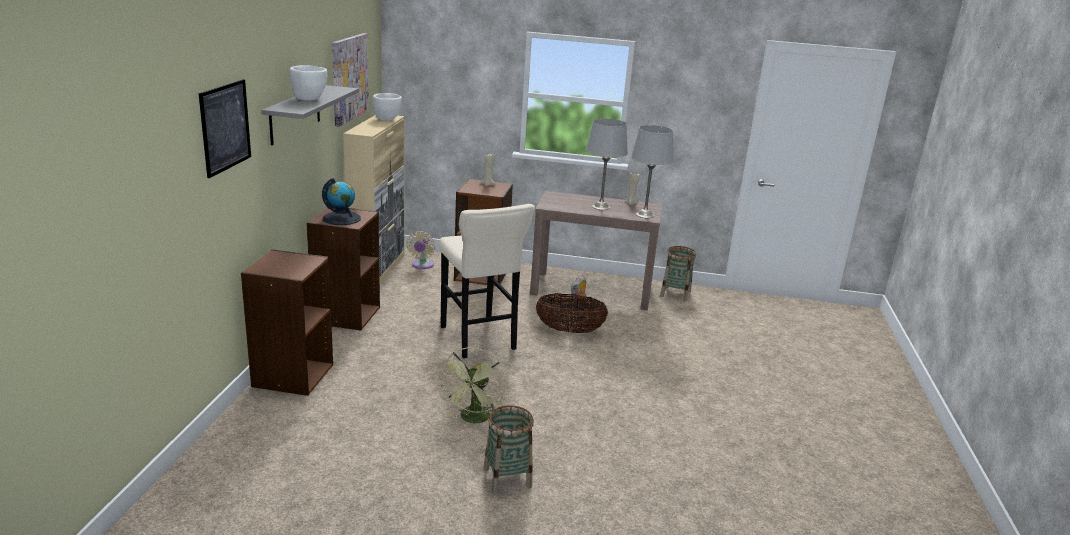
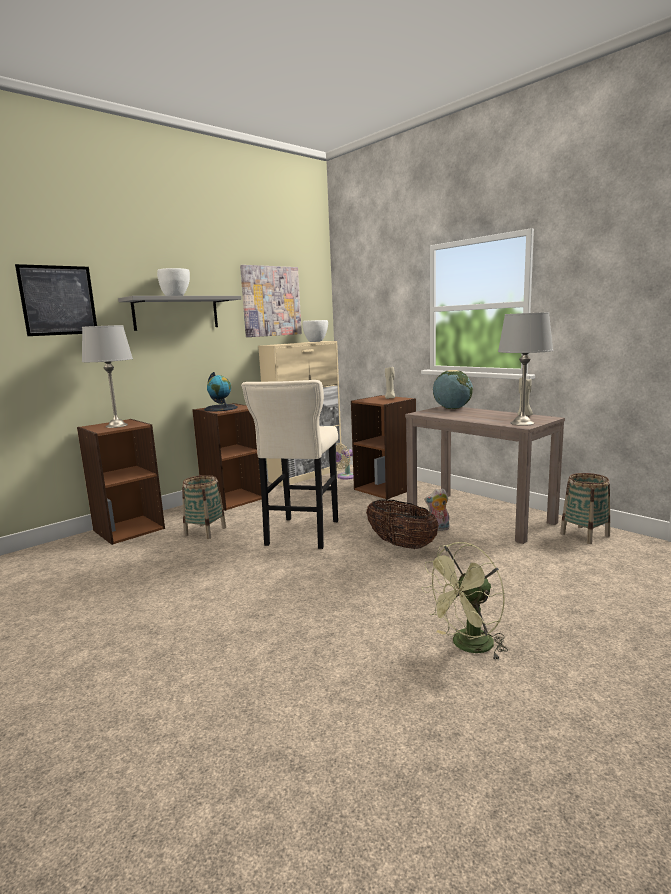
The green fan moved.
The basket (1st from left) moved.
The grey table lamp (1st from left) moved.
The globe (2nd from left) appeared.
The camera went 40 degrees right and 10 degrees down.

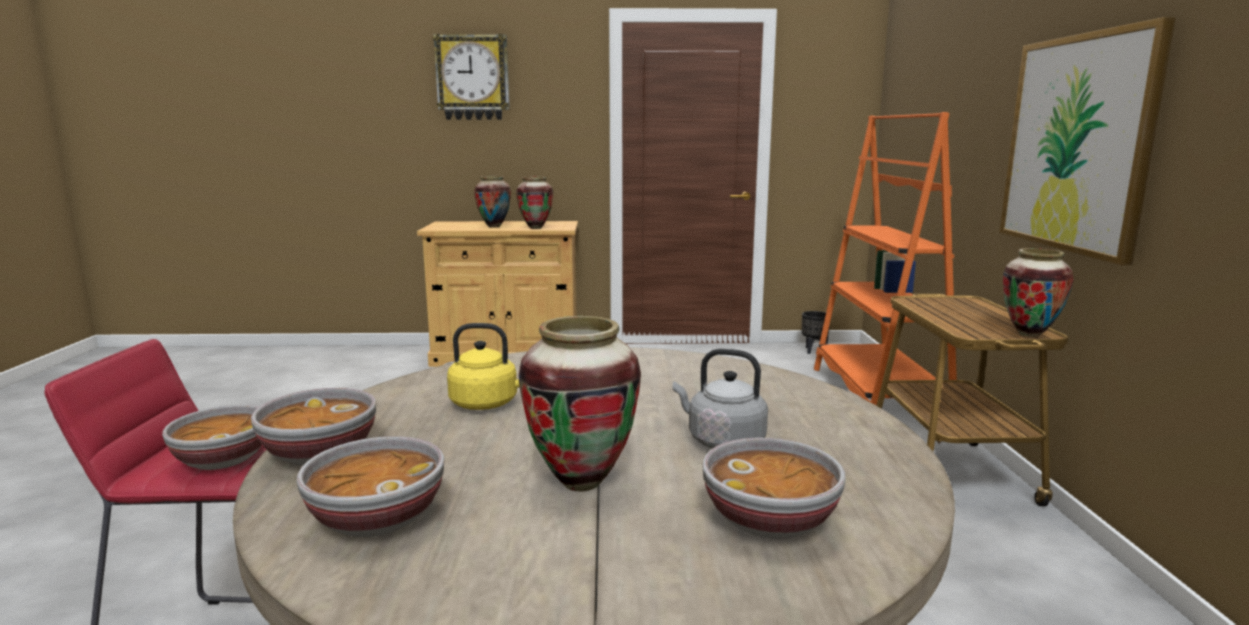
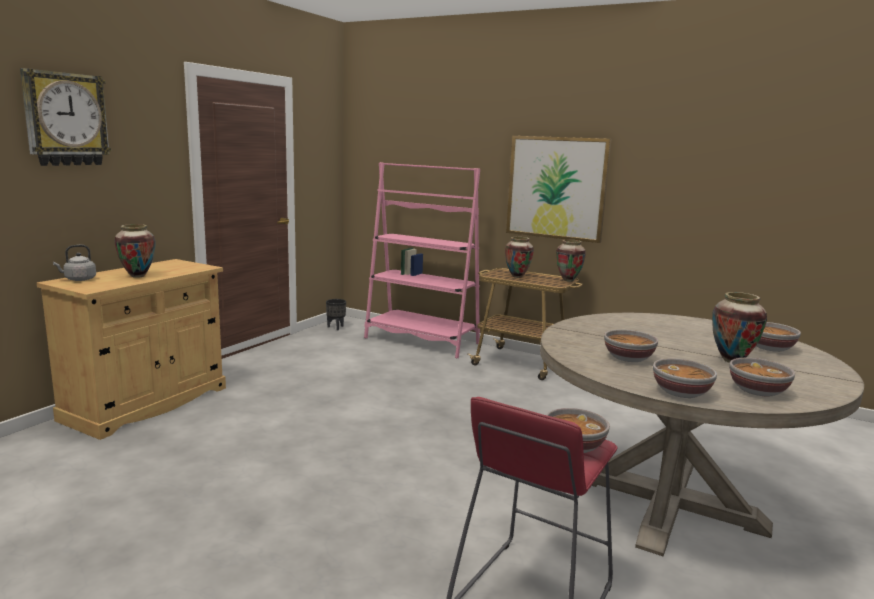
The yellow kettle was replaced by the bowl (2nd from left).
The vase (2nd from left) moved.
The grey kettle moved.
The orange bookcase became the pink bookcase.
The camera went 60 degrees left and 0 degrees up.

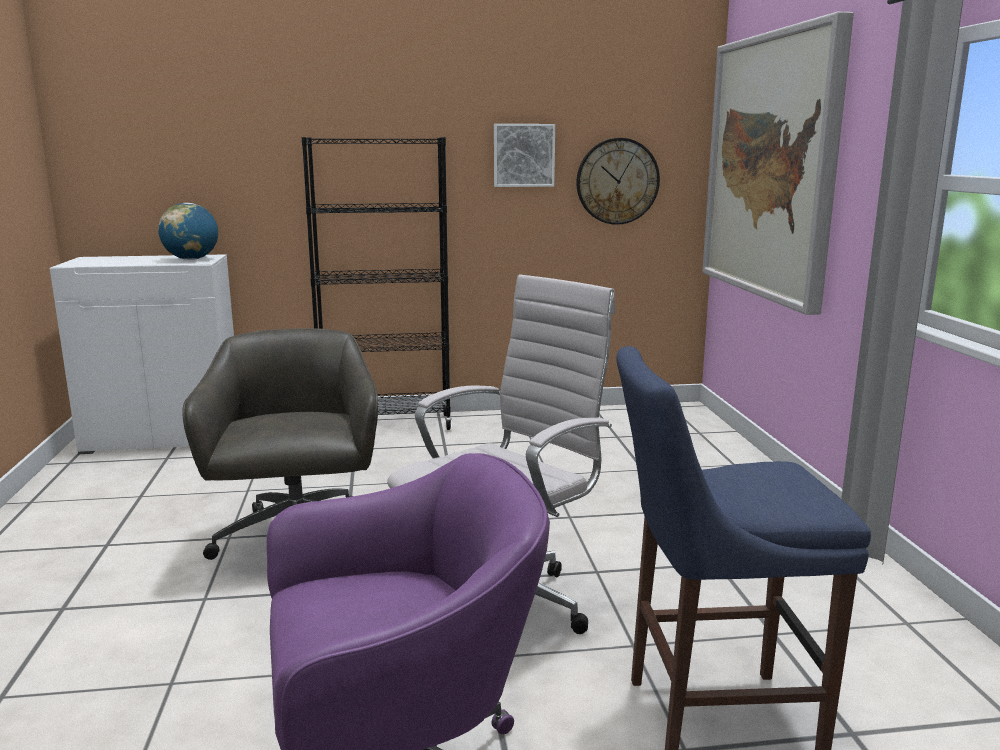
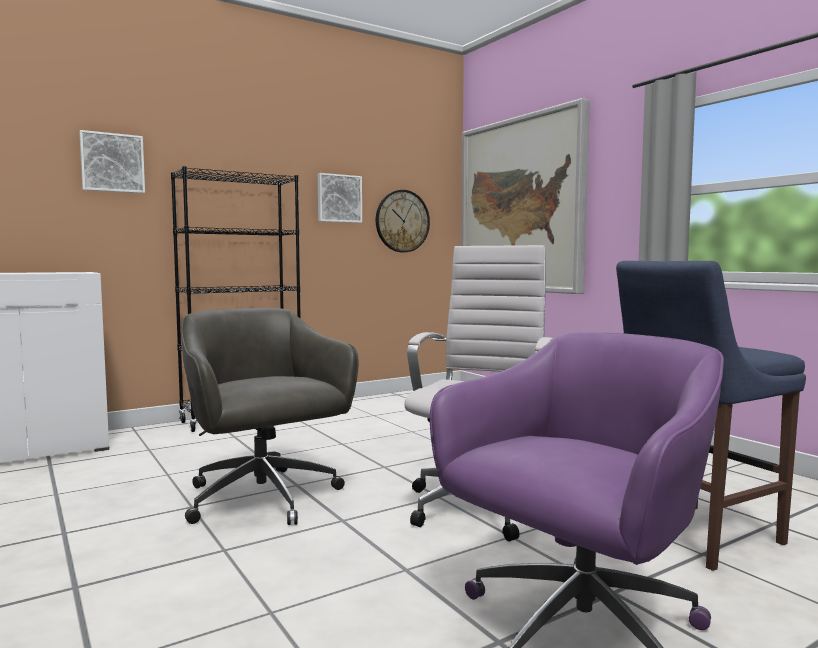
The globe disappeared.
The picture (1st from left) appeared.
The camera went 25 degrees left and 10 degrees down.

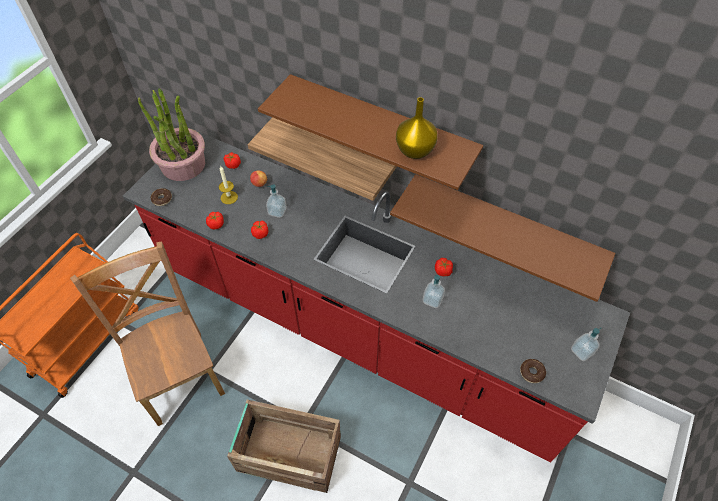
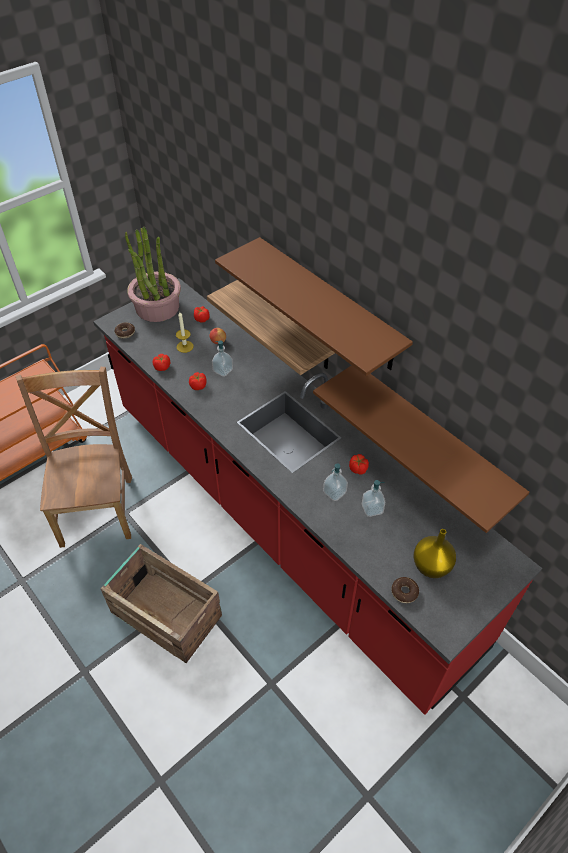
The yellow vase moved.
The soap dispenser (3rd from left) moved.
The camera went 20 degrees right and 5 degrees down.

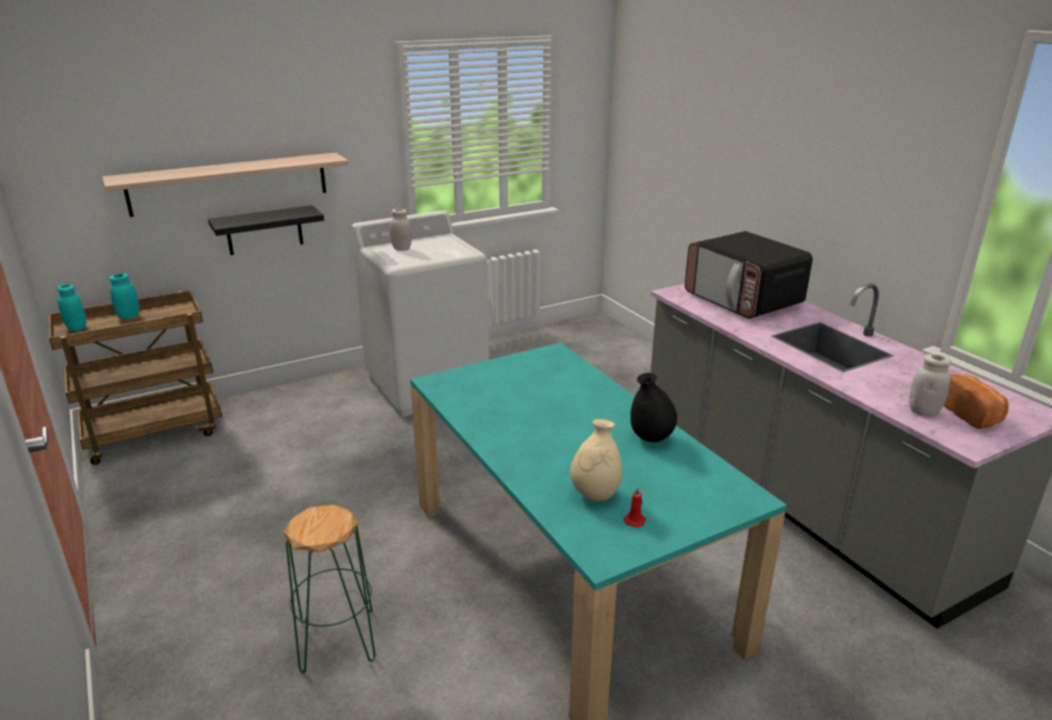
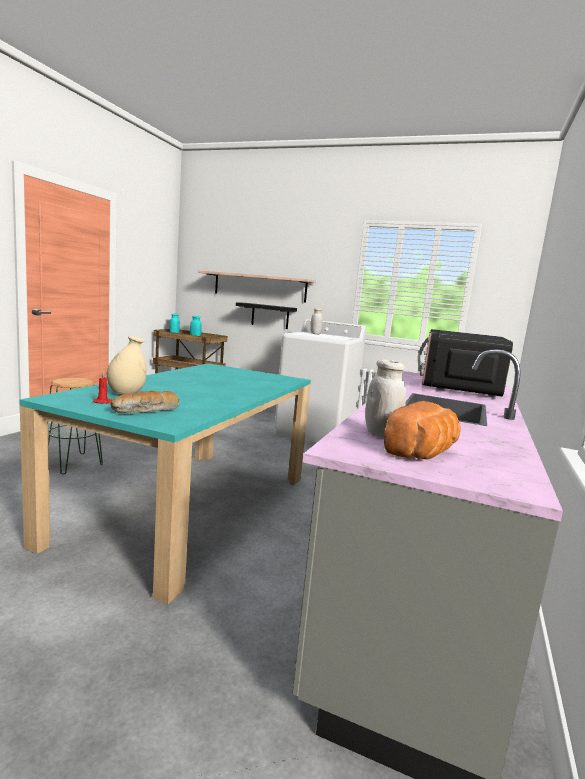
The black vase disappeared.
The bread (1st from left) appeared.
The camera went 50 degrees right and 15 degrees down.

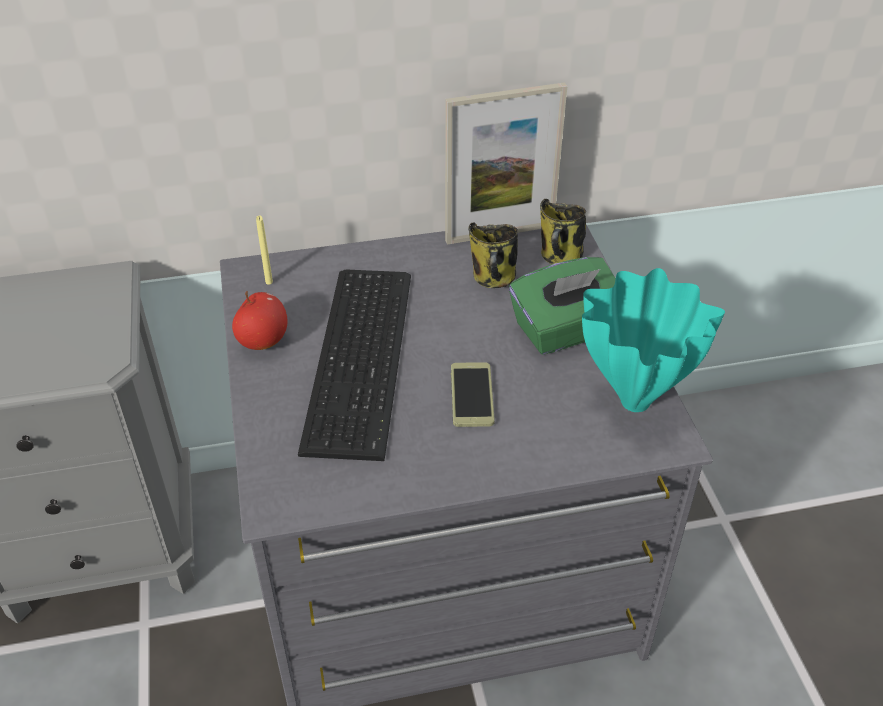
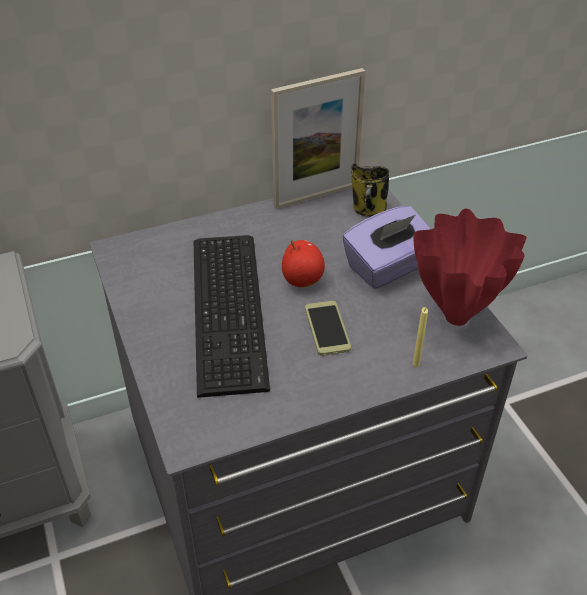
The apple moved.
The yellow candle moved.
The mug (1st from left) disappeared.
The green tissue box became the purple tissue box.
The turquoise vase became the red vase.
The camera went 10 degrees left and 0 degrees up.

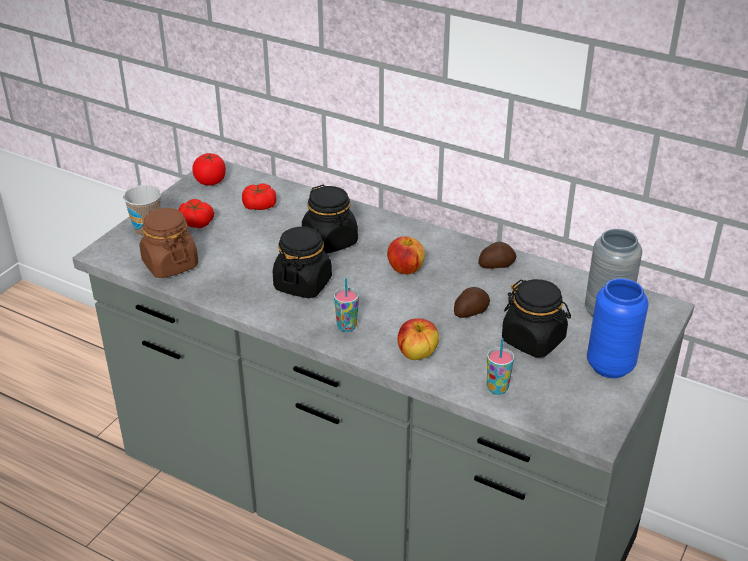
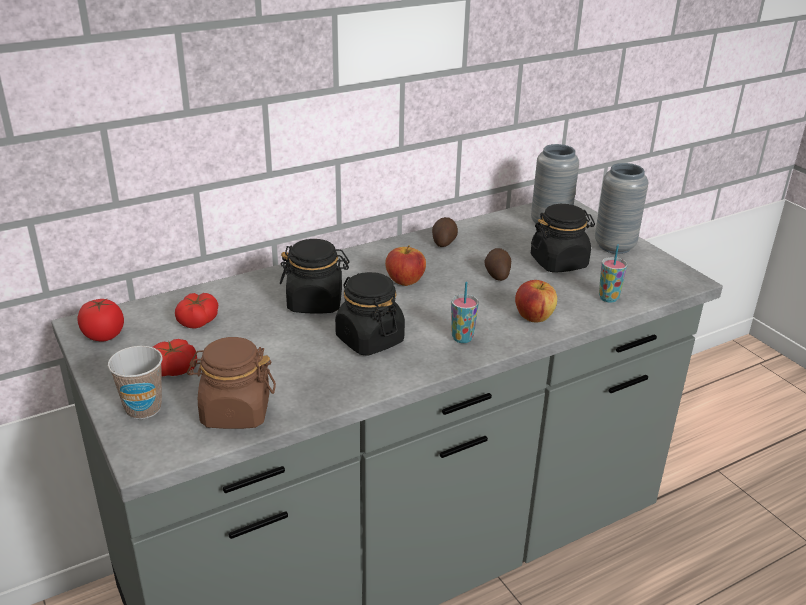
The blue vase became the grey vase (2nd from left).
The camera went 60 degrees left and 5 degrees down.

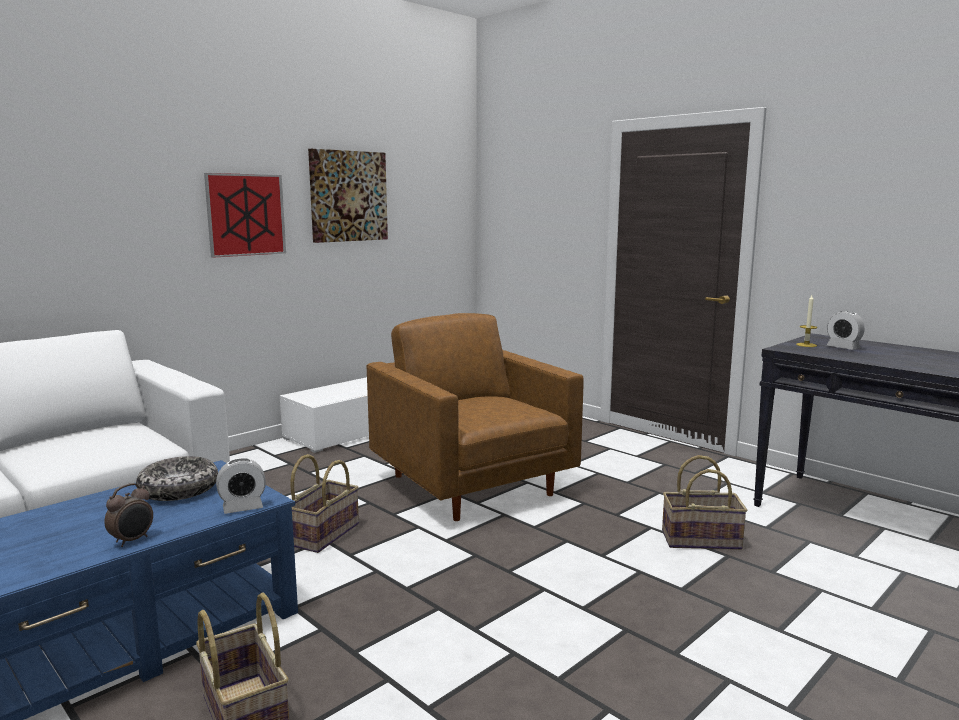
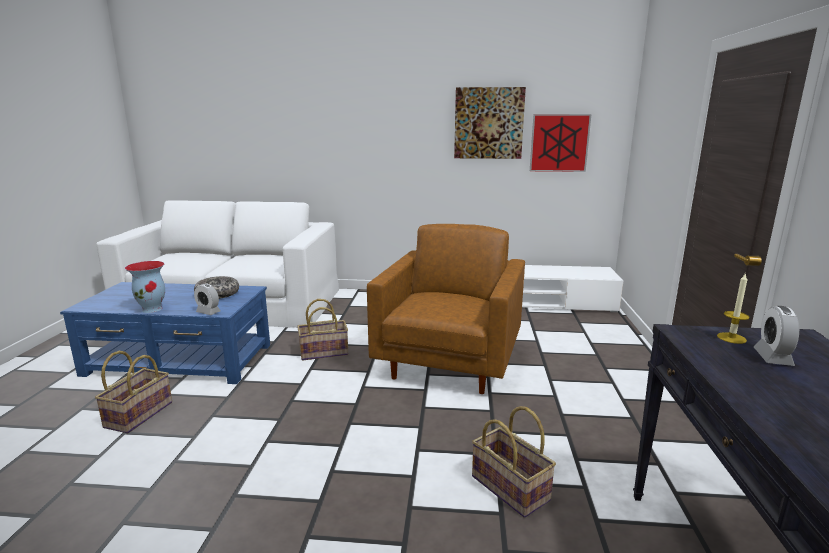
The alarm clock (1st from left) was replaced by the vase.
The picture (1st from left in the first image) moved.
The camera went 50 degrees right and 5 degrees up.

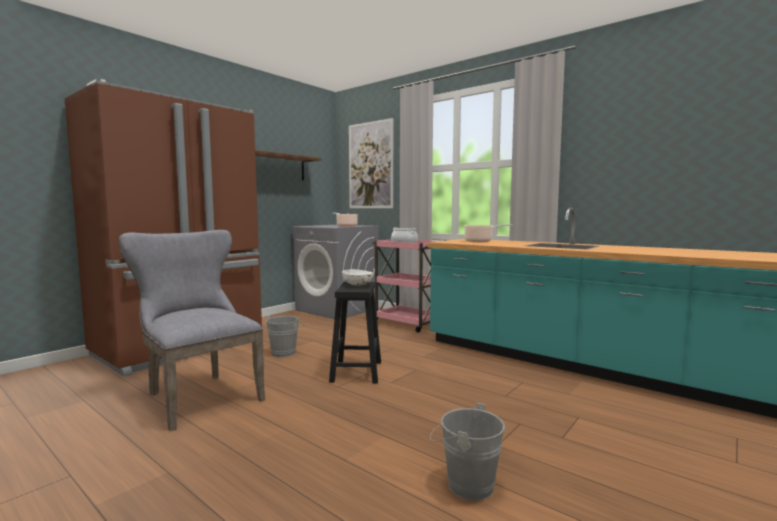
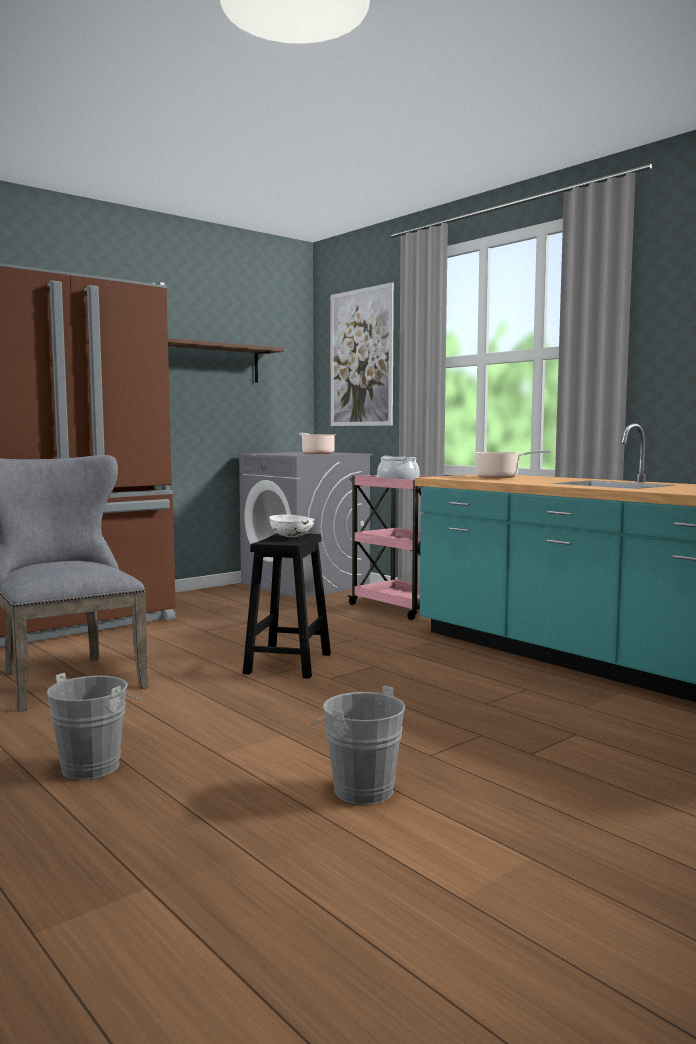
The grey bucket (1st from left) moved.
The camera went 10 degrees right and 0 degrees up.

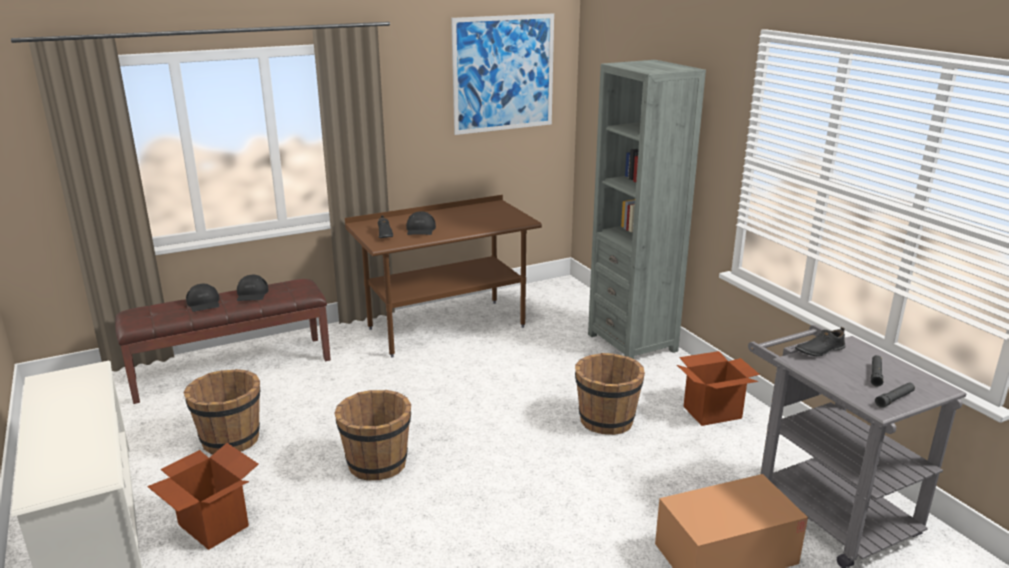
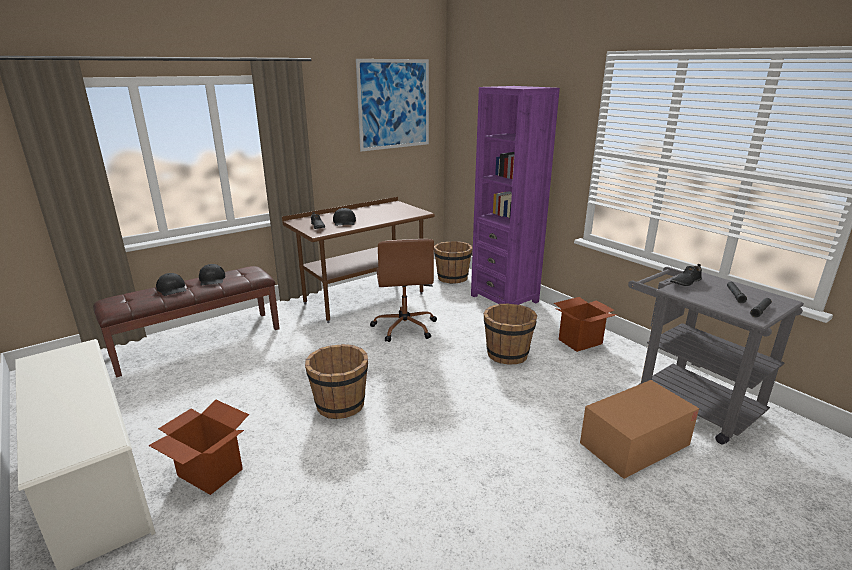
The brown bucket (1st from left in the first image) moved.
The grey bookcase became the purple bookcase.
The brown office chair appeared.
The camera went 10 degrees left and 0 degrees up.

